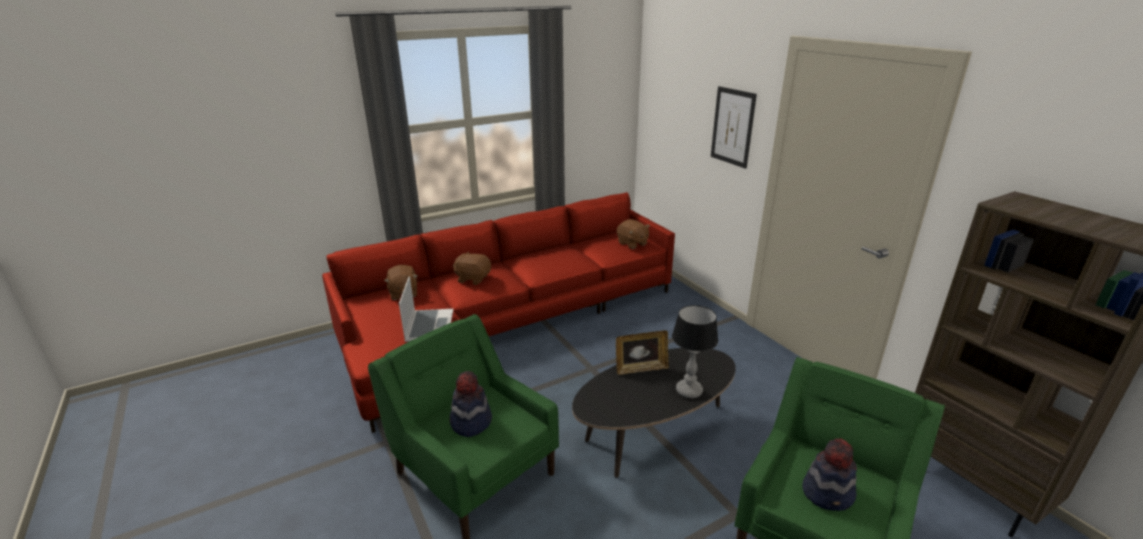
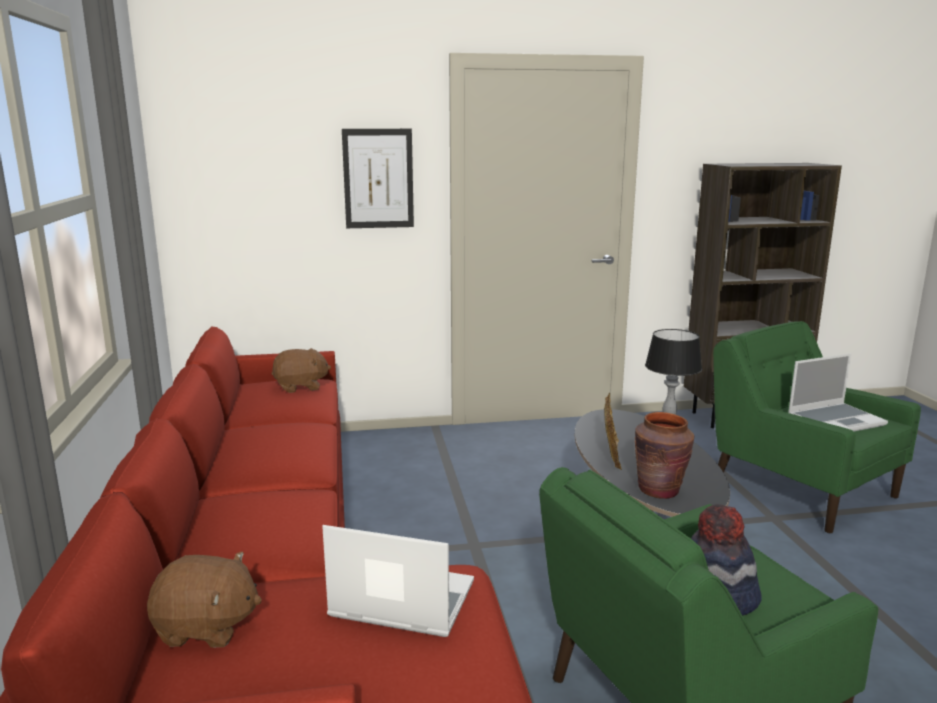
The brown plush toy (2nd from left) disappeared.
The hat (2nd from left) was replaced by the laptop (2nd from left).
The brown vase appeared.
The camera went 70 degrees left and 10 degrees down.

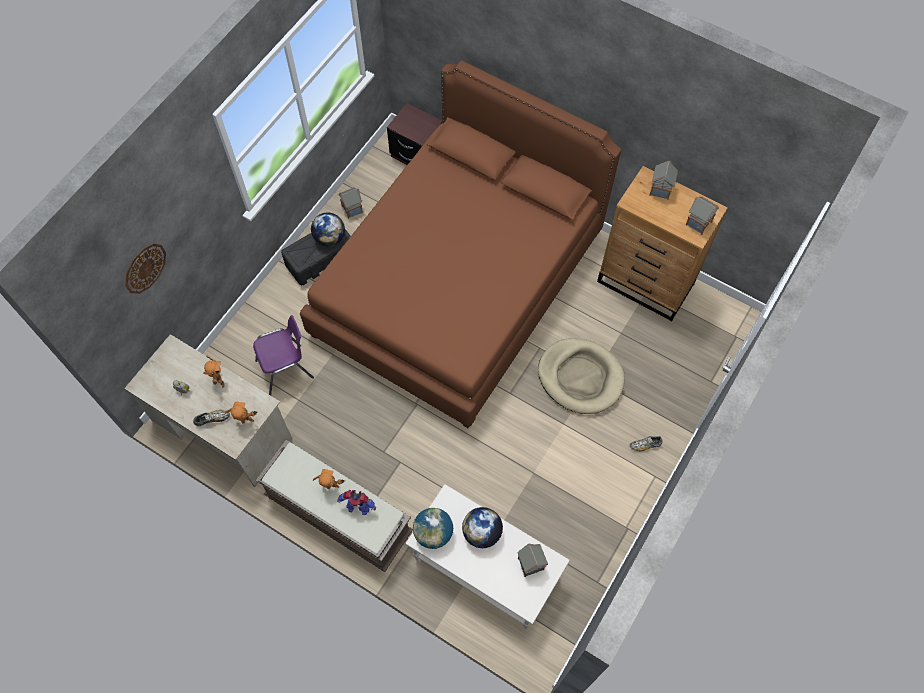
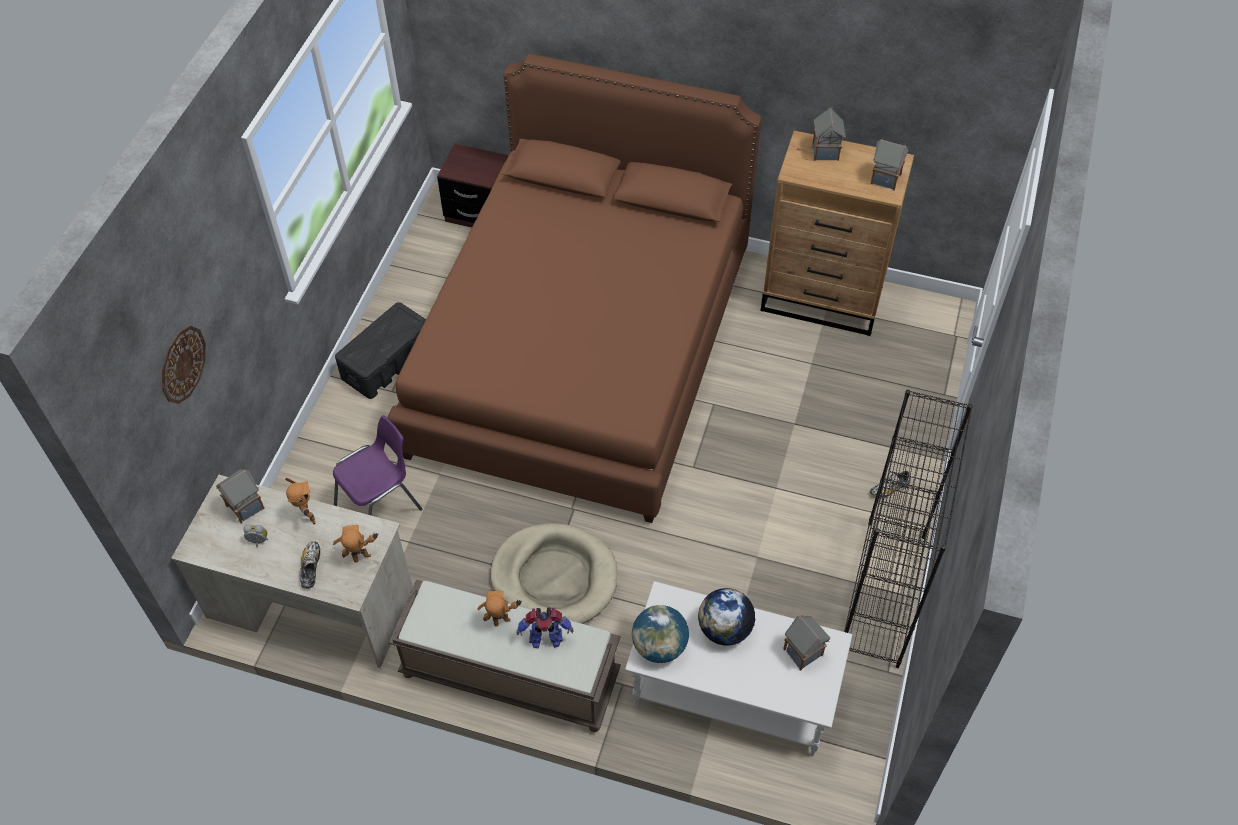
The shoe (1st from left) turned 60 degrees counterclockwise.
The globe (1st from left) disappeared.
The toy house (1st from left) moved.
The beige dog bed moved.
The black bookcase appeared.
The camera went 15 degrees left and 10 degrees down.

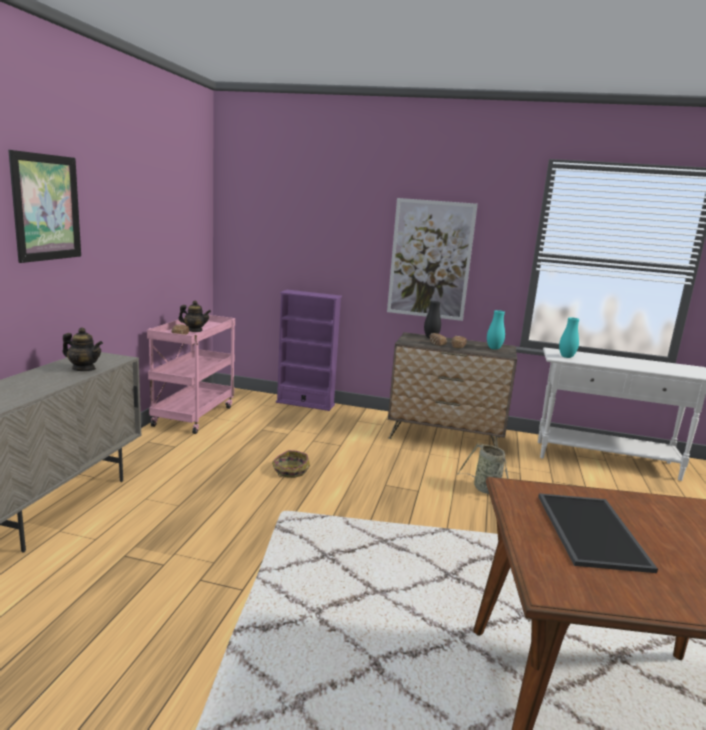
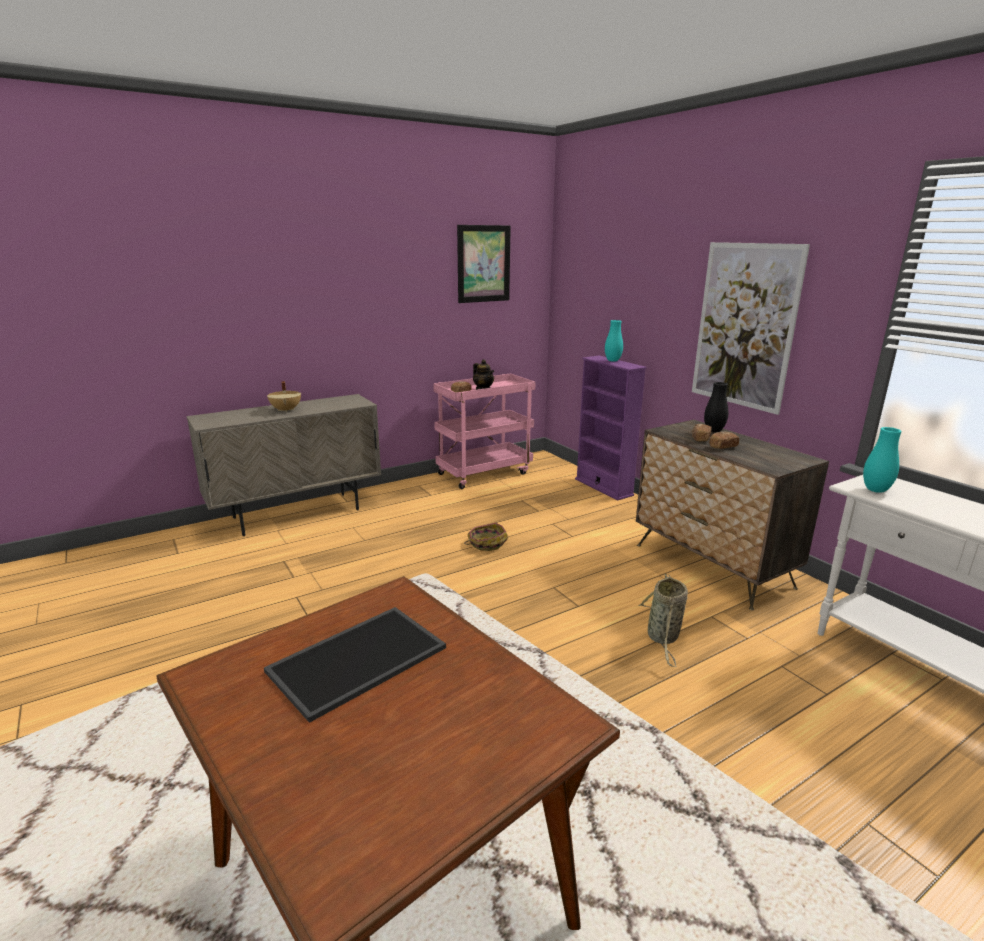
The picture (1st from left) moved.
The teapot (1st from left) disappeared.
The turquoise vase (1st from left) moved.
The beige cooking pot appeared.
The camera went 45 degrees right and 5 degrees up.

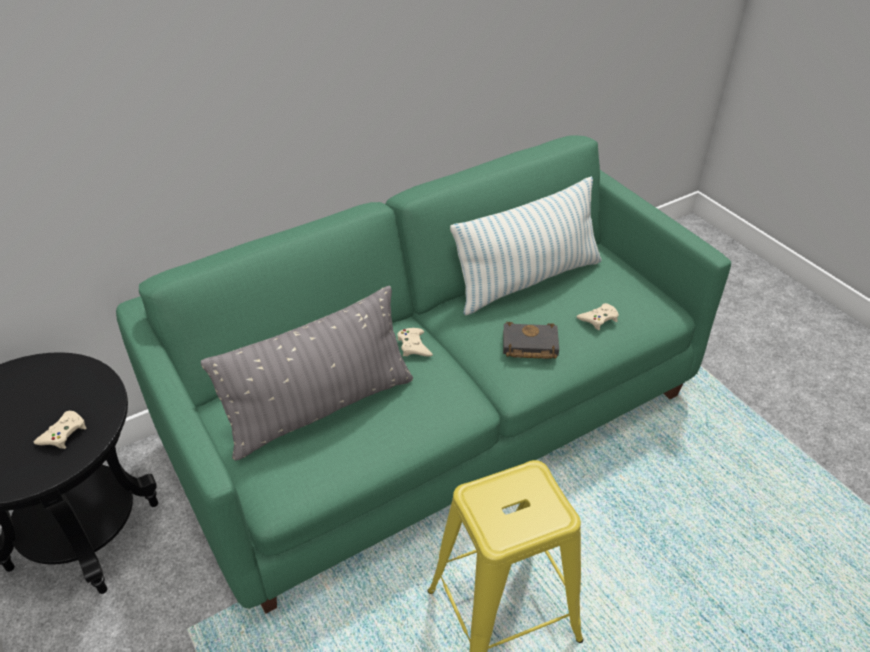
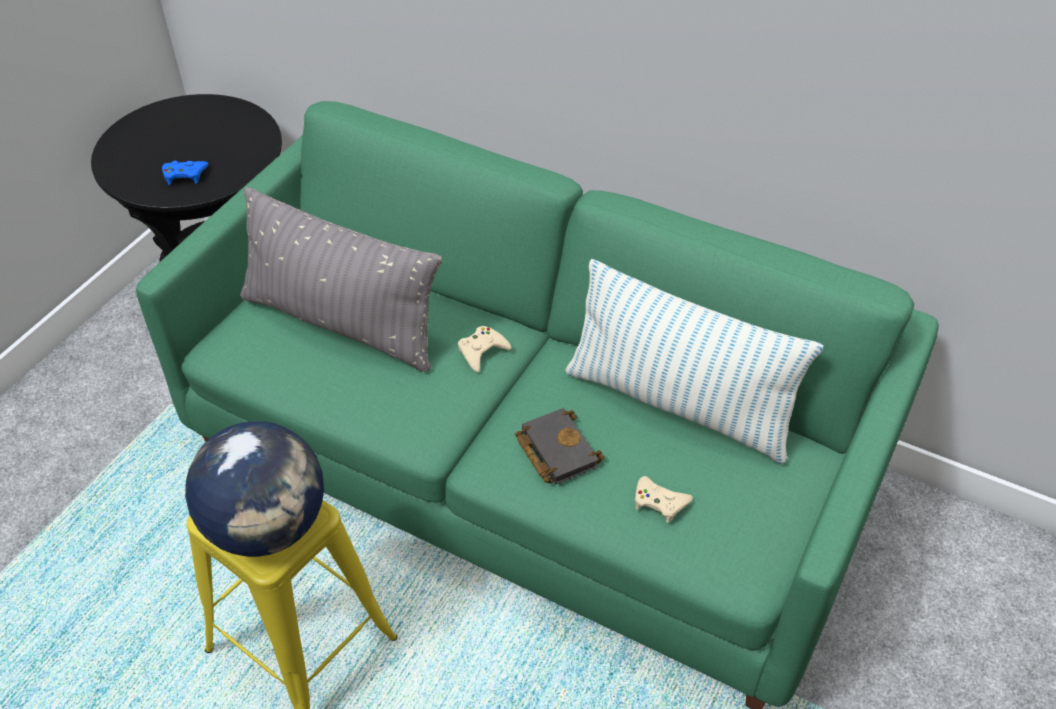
The beige game controller (1st from left) became the blue game controller.
The globe appeared.
The camera went 60 degrees right and 5 degrees up.

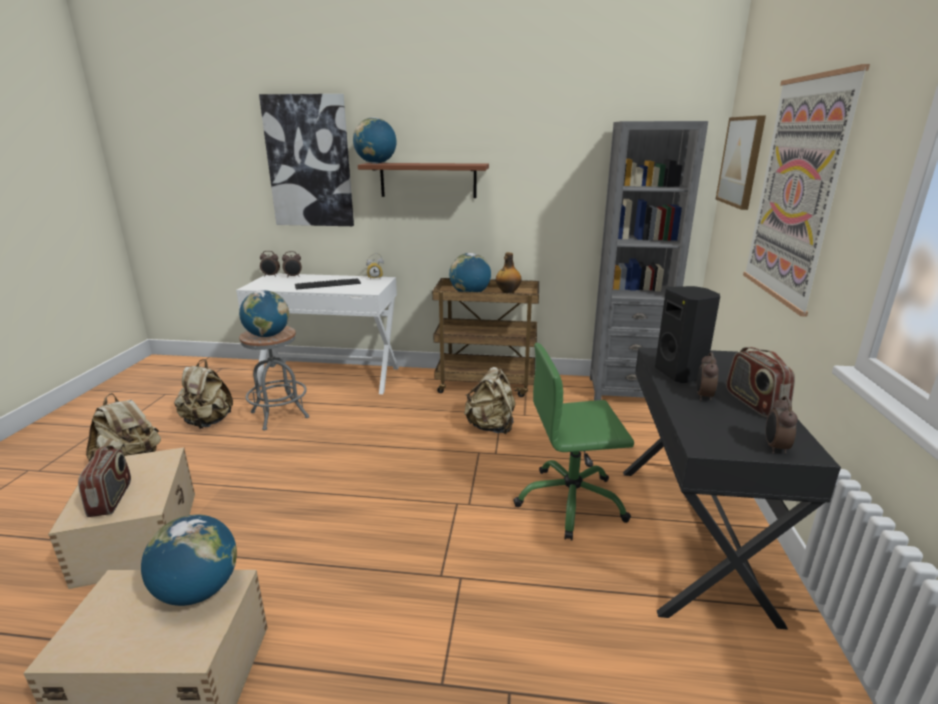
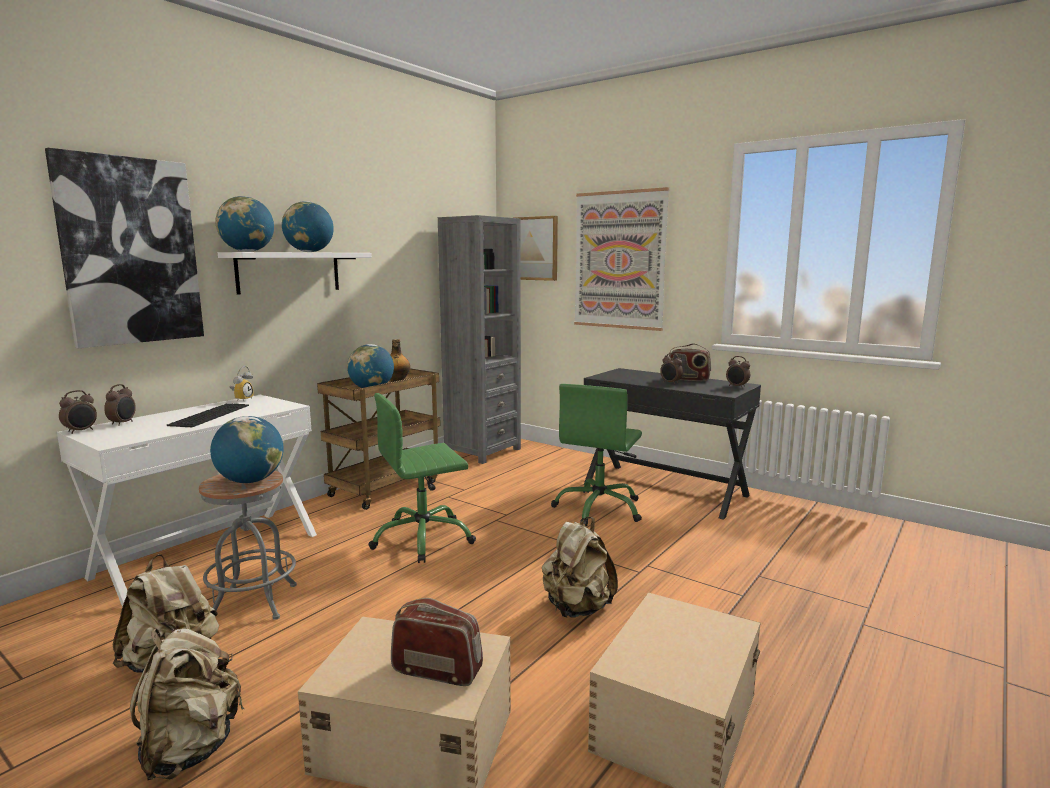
The globe (1st from left in the first image) moved.
The brown shelf became the white shelf.
The beige backpack (3rd from left) moved.
The black speaker disappeared.
The green office chair (1st from left) appeared.
The camera went 60 degrees left and 10 degrees down.

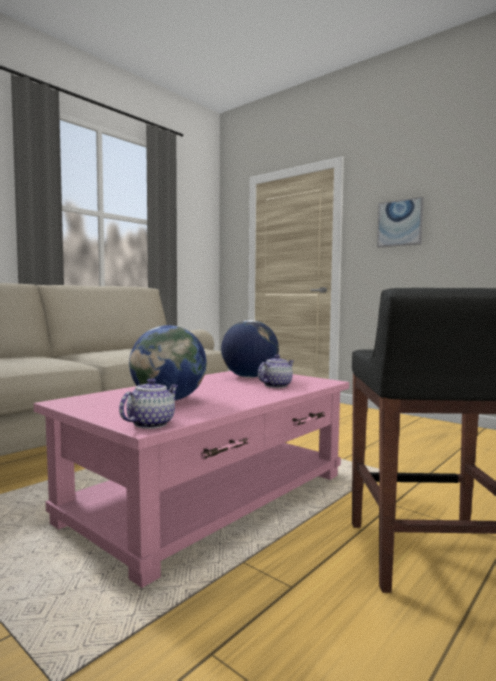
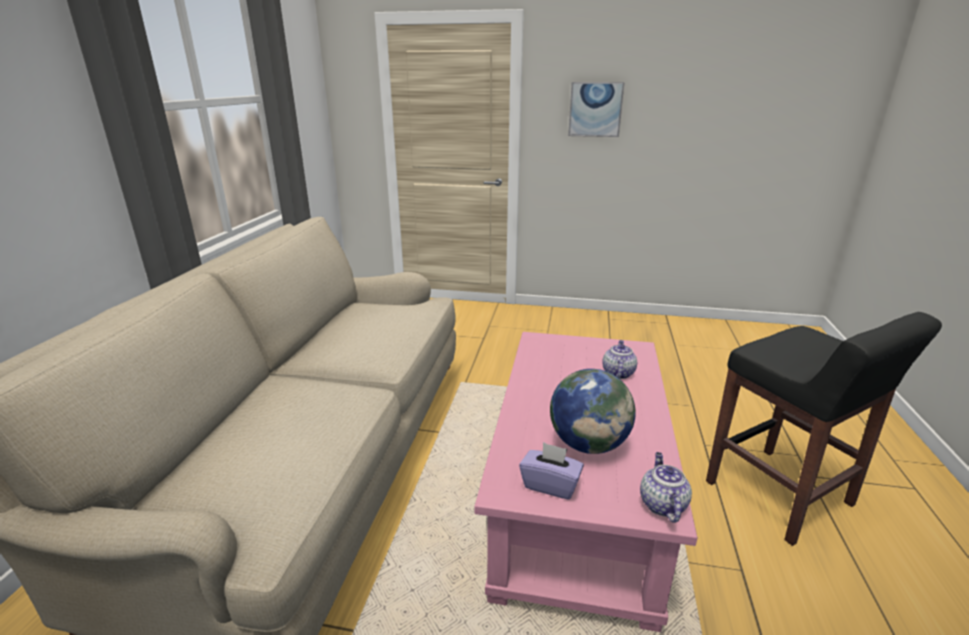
The globe (2nd from left) disappeared.
The purple tissue box appeared.
The camera went 30 degrees left and 20 degrees up.

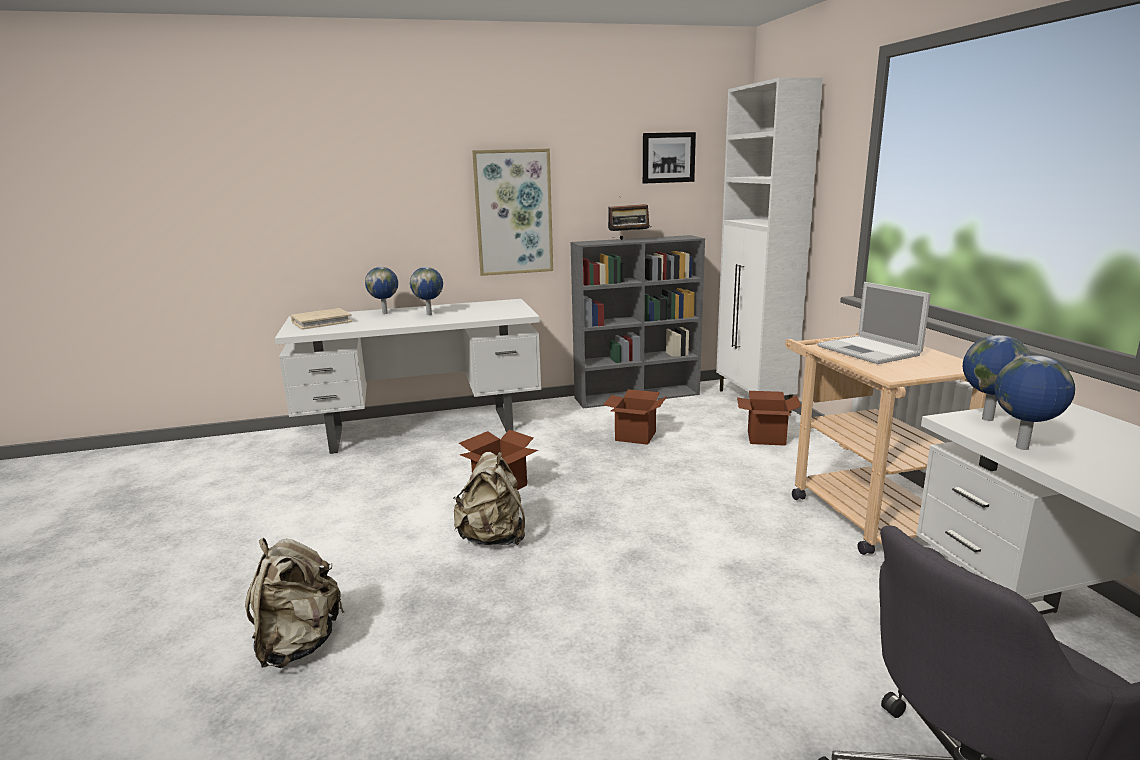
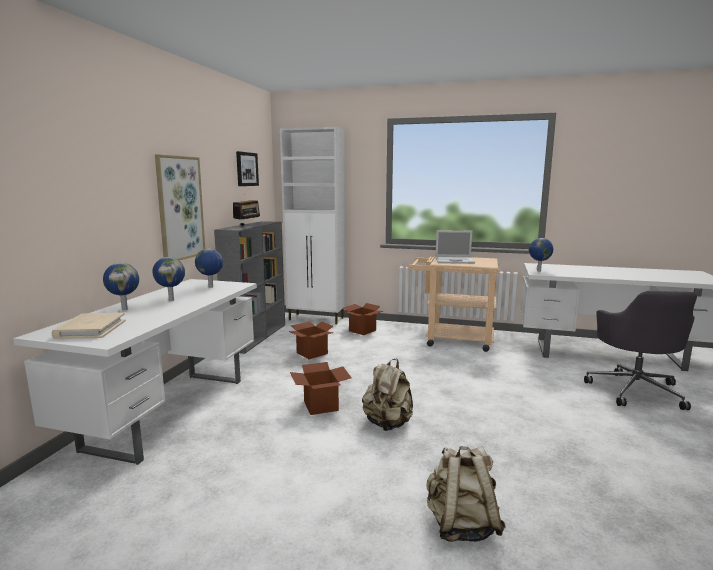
The globe (4th from left in the first image) moved.
The camera went 60 degrees left and 5 degrees down.

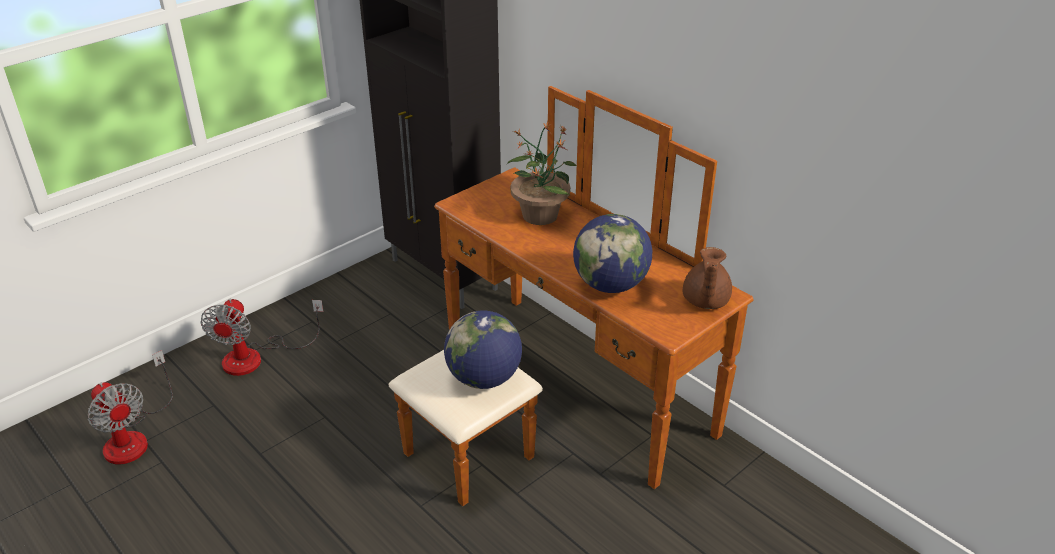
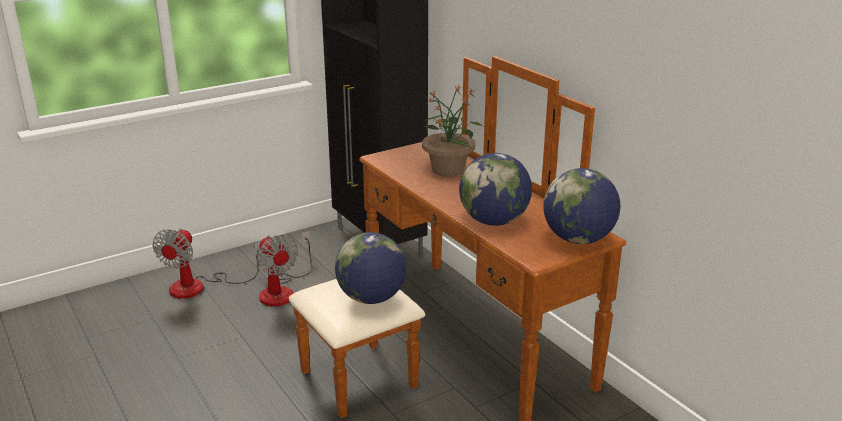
The fan (1st from left in the first image) moved.
The brown teapot was replaced by the globe (3rd from left).
The camera went 10 degrees right and 10 degrees down.

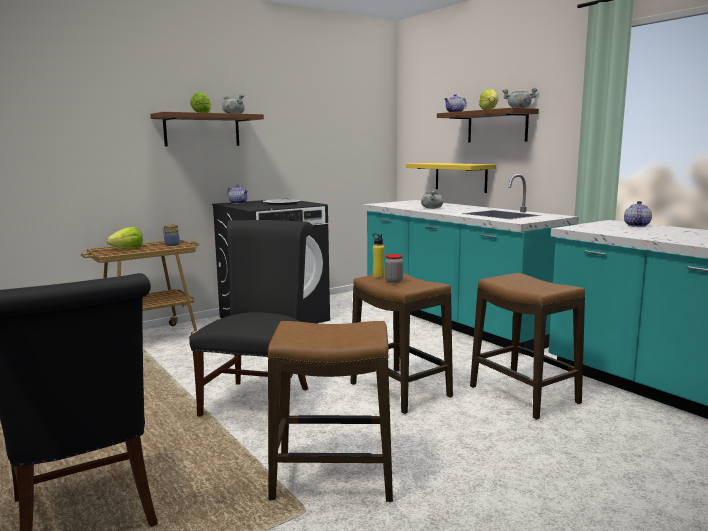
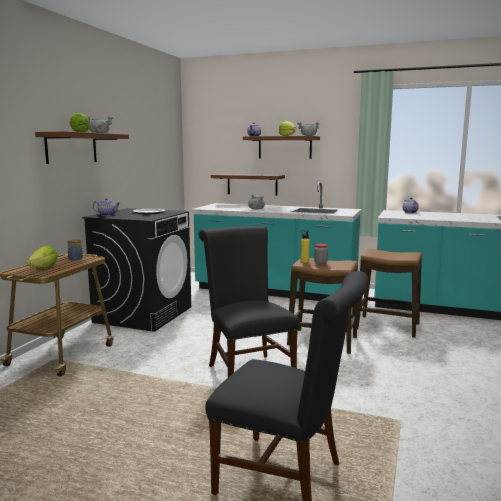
The stool (1st from left) disappeared.
The yellow shelf became the brown shelf (2nd from left).
The camera went 35 degrees left and 0 degrees up.

